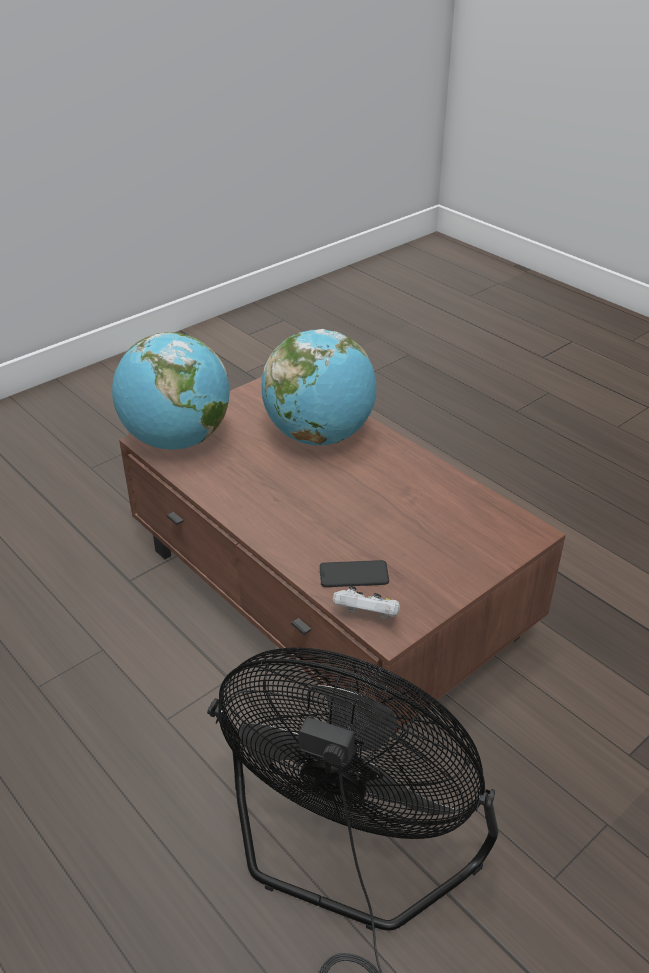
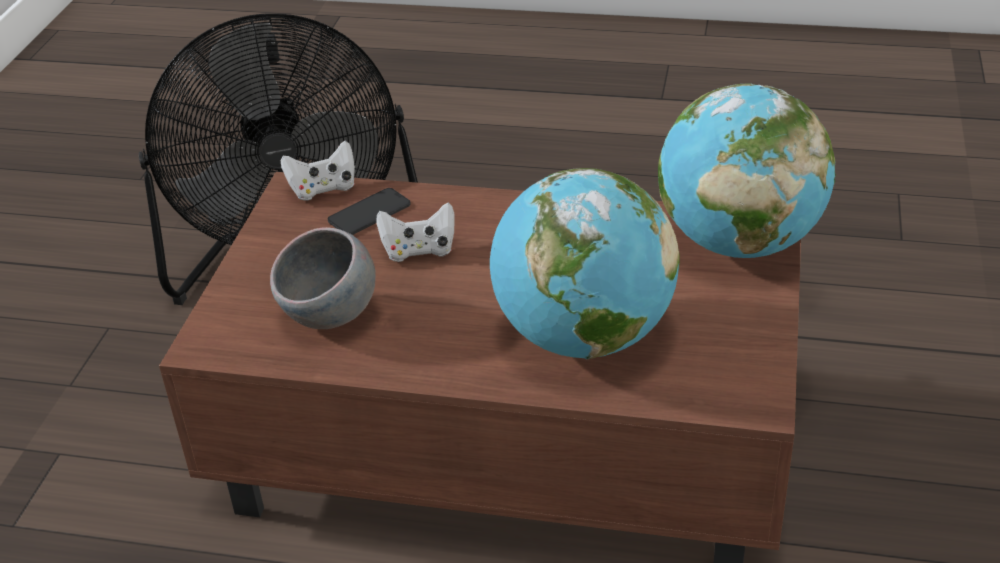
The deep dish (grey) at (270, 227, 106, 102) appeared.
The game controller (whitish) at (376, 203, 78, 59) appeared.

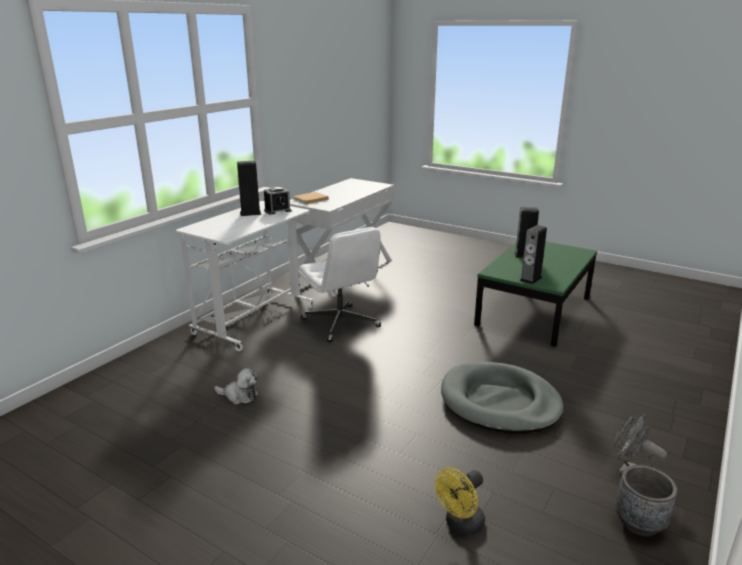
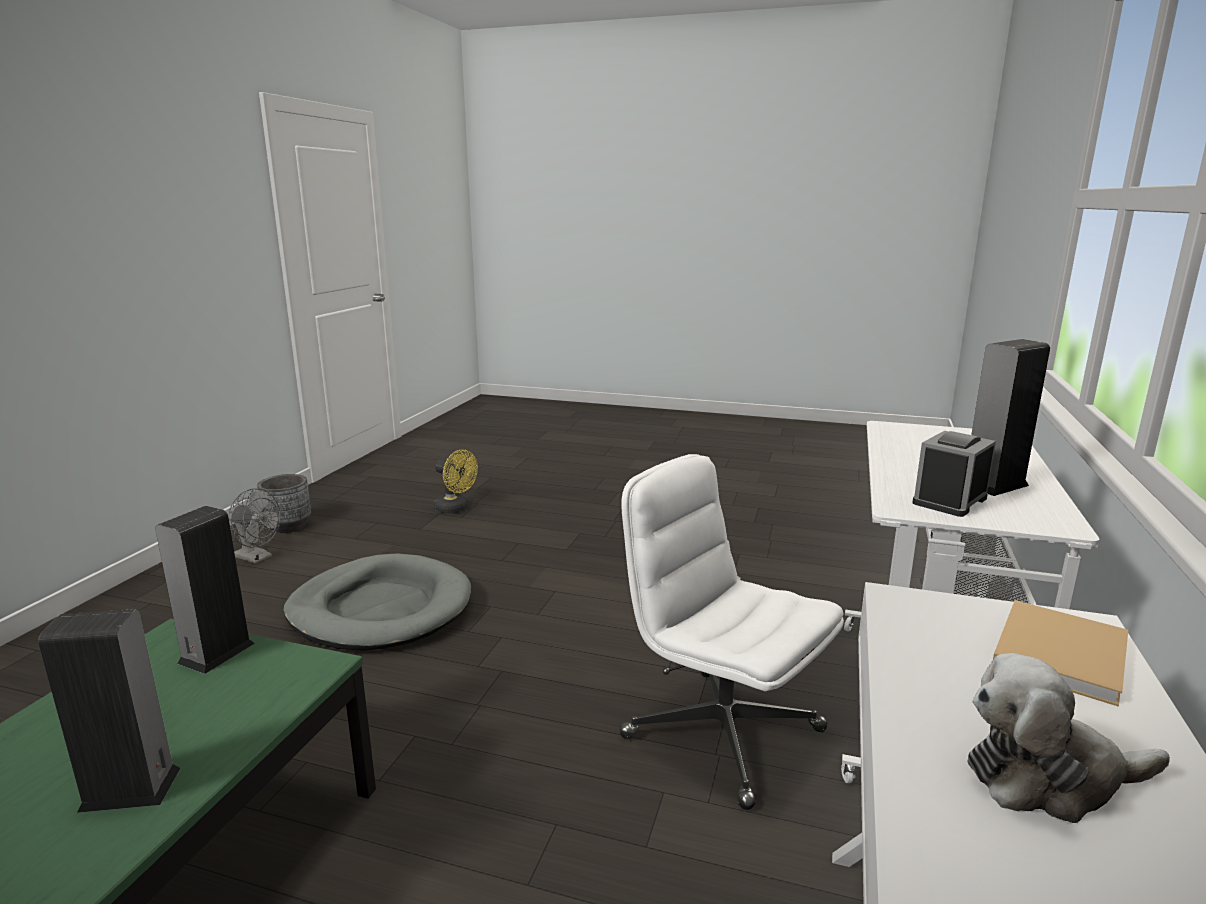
The plush toy moved from (214, 368, 44, 37) to (967, 653, 203, 170).
The fan (yellow-coloured) at (435, 468, 50, 67) turned 90 degrees clockwise.

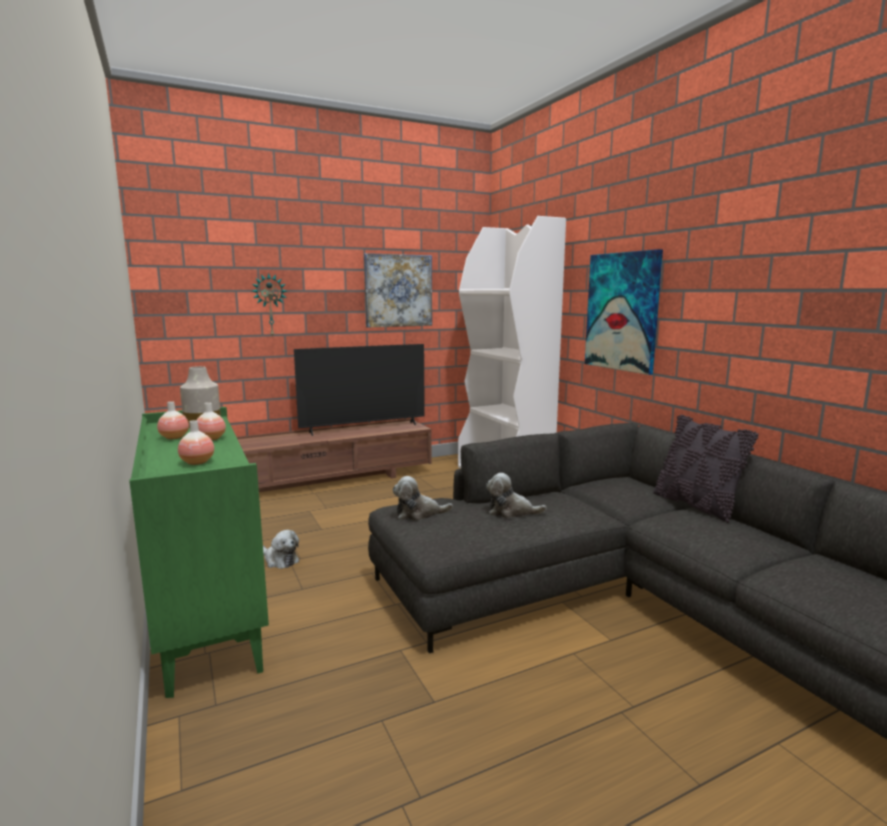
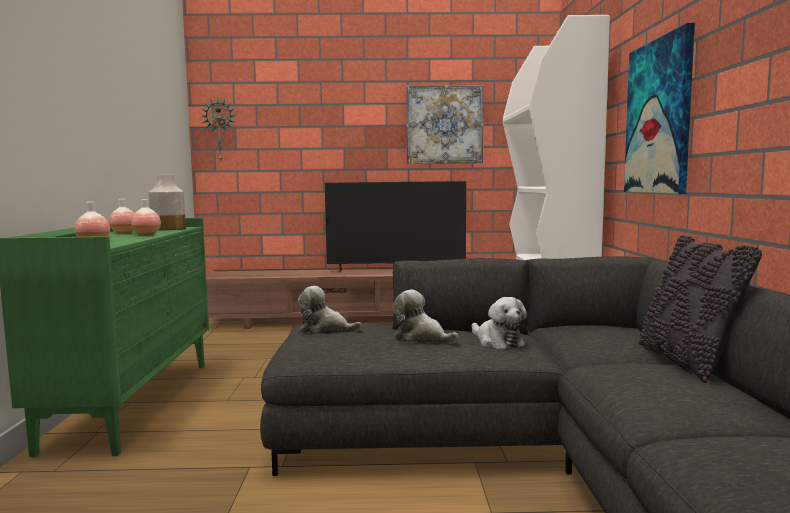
The wall clock moved from (252, 273, 35, 65) to (202, 99, 34, 61).
The plush toy moved from (263, 530, 36, 39) to (471, 297, 56, 52).

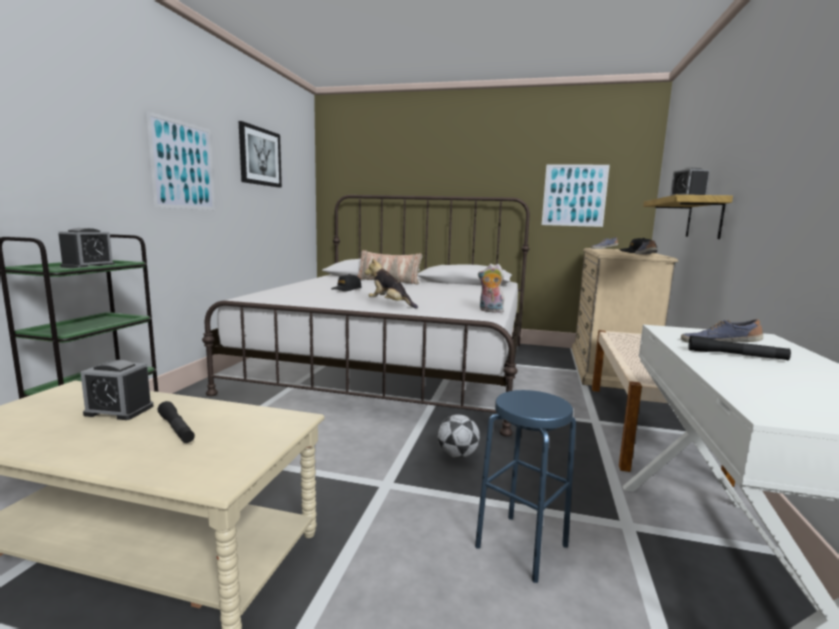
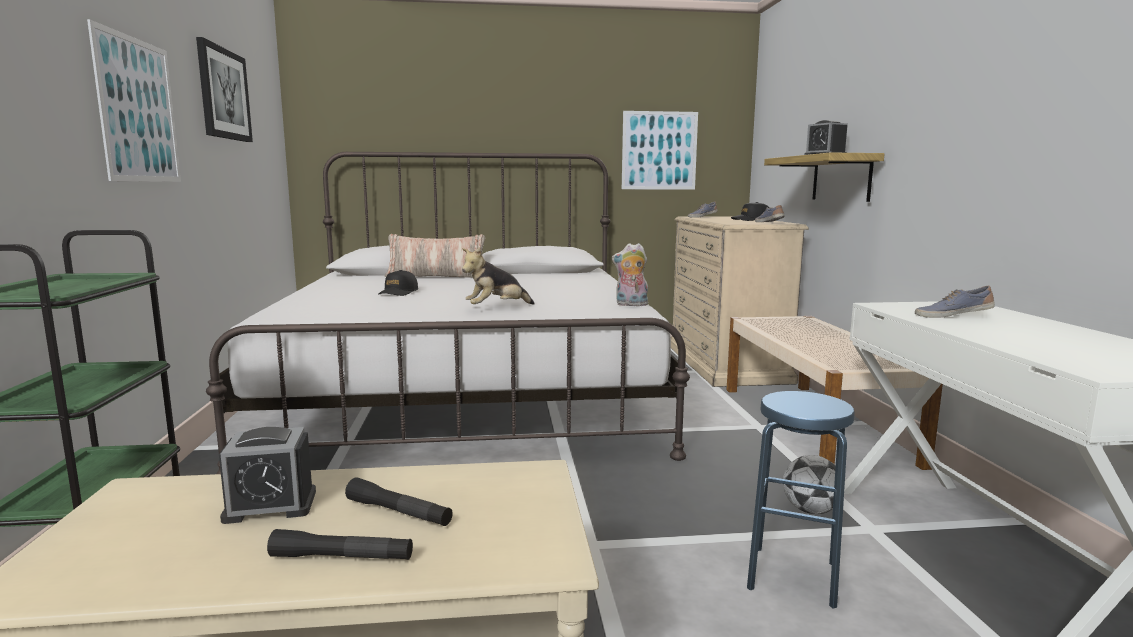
The alarm clock at (59, 228, 56, 40) disappeared.
The plush toy at (365, 258, 53, 51) turned 45 degrees counterclockwise.
The football moved from (437, 414, 43, 44) to (783, 455, 53, 59).
The hand torch (blackish) moved from (688, 335, 103, 25) to (267, 529, 146, 31).

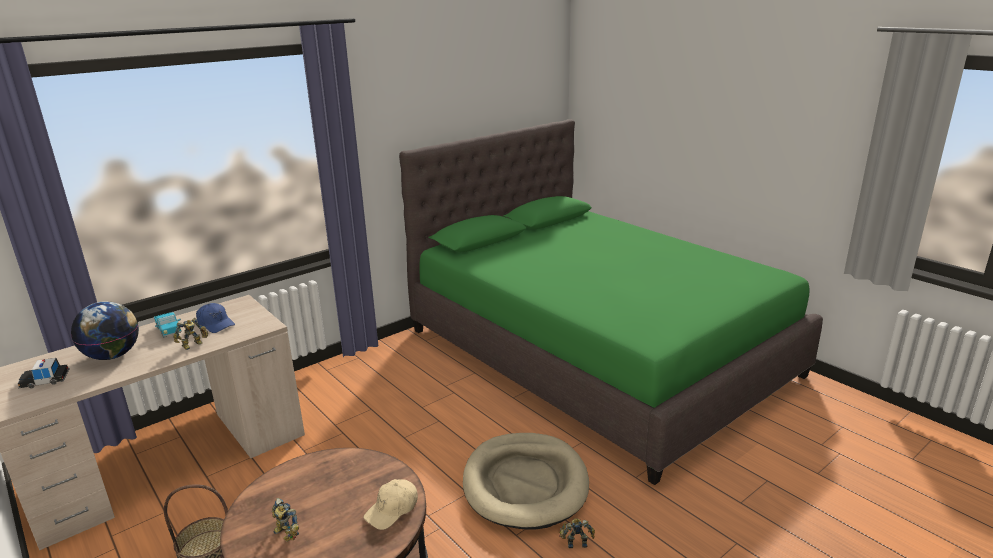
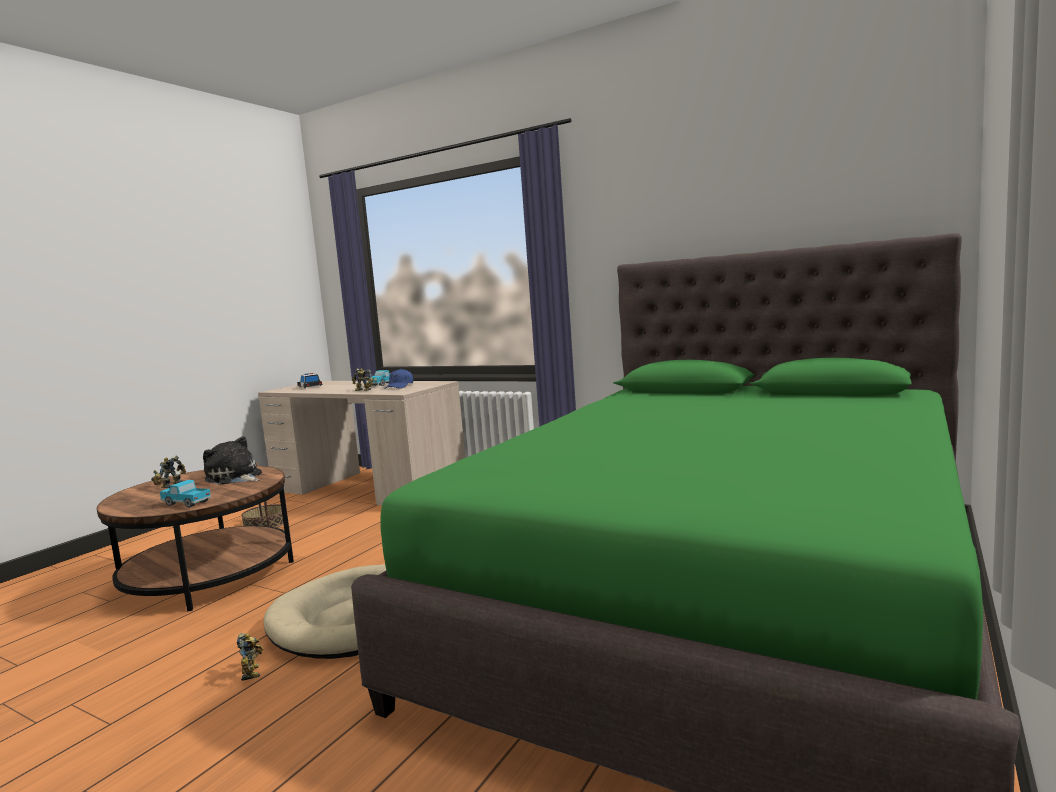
The world globe at (71, 301, 68, 59) disappeared.
The peaked cap (sand-coloured) at (364, 479, 54, 51) was replaced by the model truck at (160, 480, 51, 28).
The plush toy at (203, 436, 59, 48) appeared.

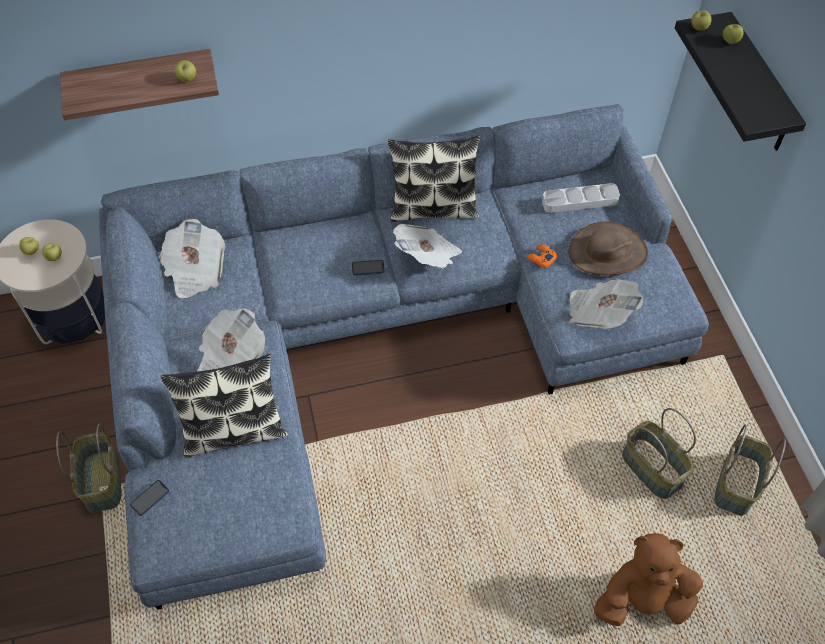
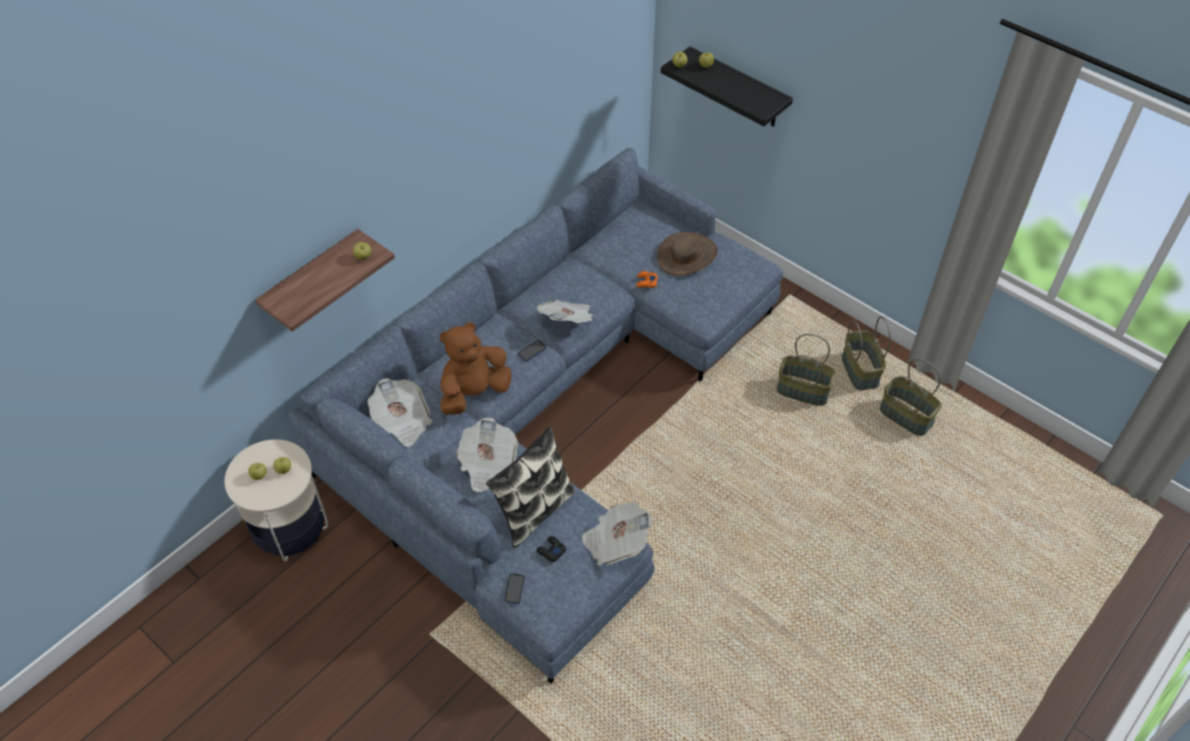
The basket moved from (56, 424, 65, 89) to (880, 359, 62, 77).
The pillow at (388, 135, 92, 87) disappeared.
The serving tray (grey) at (542, 183, 78, 30) disappeared.
The printed paper moved from (569, 278, 74, 51) to (581, 502, 72, 64).
The plush toy (brownish) moved from (594, 533, 109, 93) to (440, 322, 71, 93).
The game controller (blackish) at (537, 536, 29, 26) appeared.

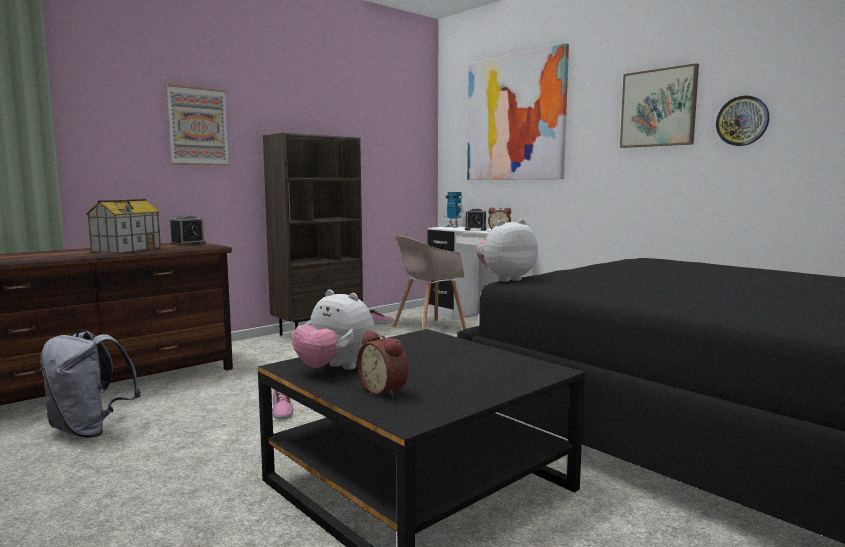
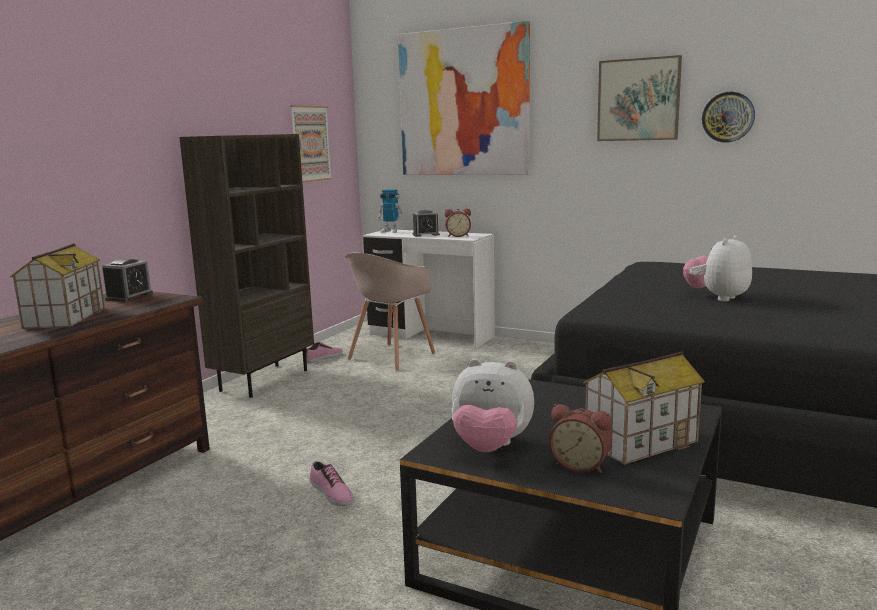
The backpack (grey) at (40, 330, 101, 108) disappeared.
The wall art moved from (166, 84, 63, 82) to (290, 105, 42, 78).
The plush toy moved from (476, 219, 62, 63) to (683, 235, 69, 67).
The model house at (583, 351, 122, 114) appeared.

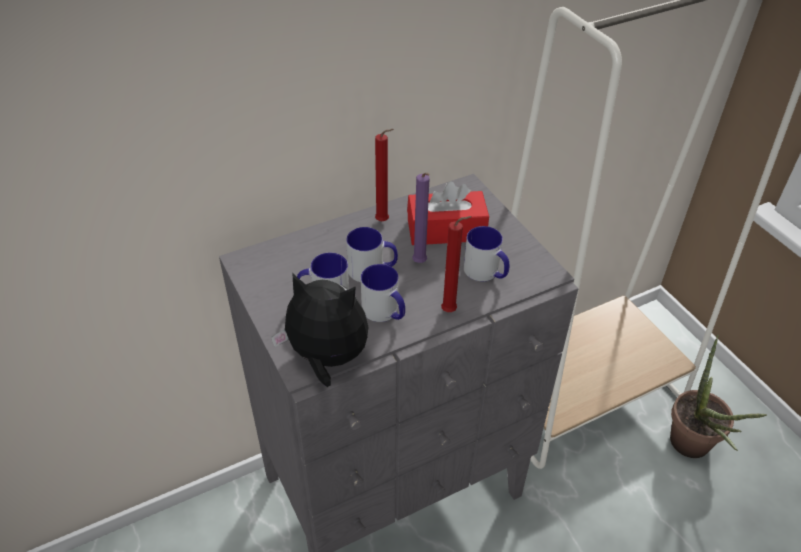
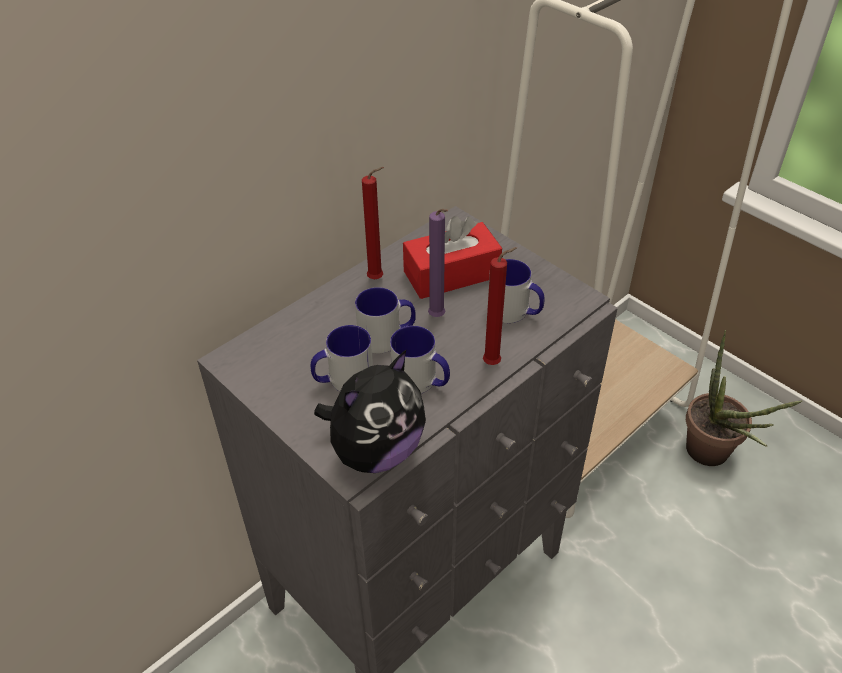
The plush toy at (271, 272, 97, 115) turned 135 degrees clockwise.

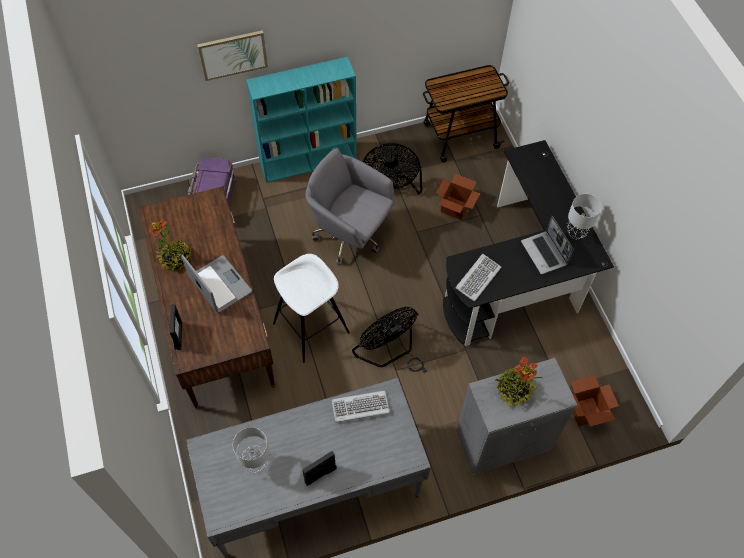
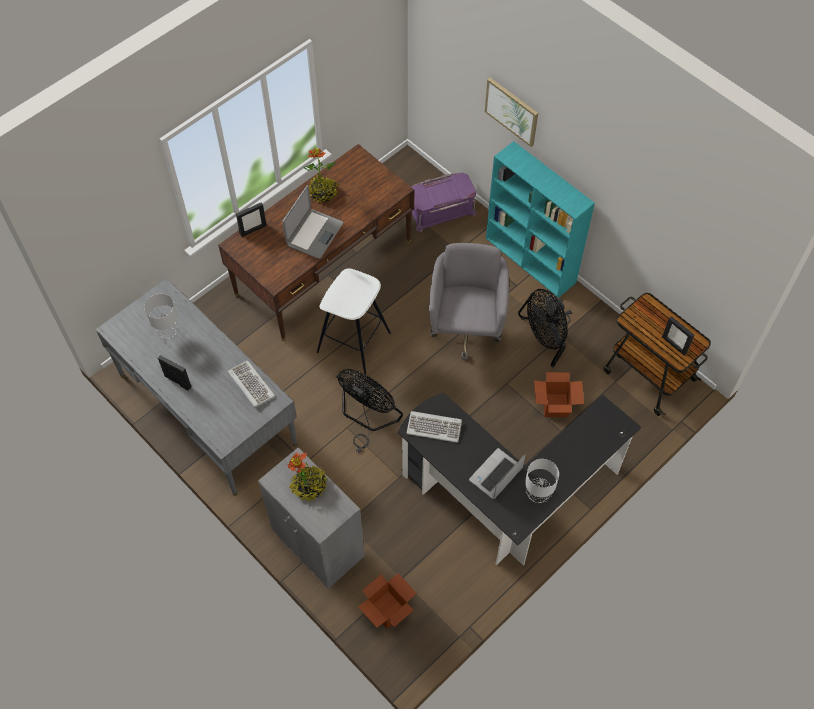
The photo frame at (662, 316, 32, 40) appeared.

